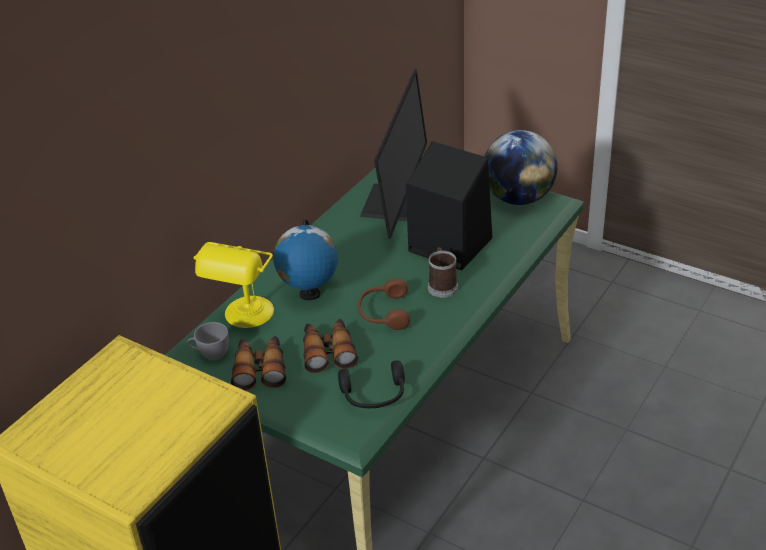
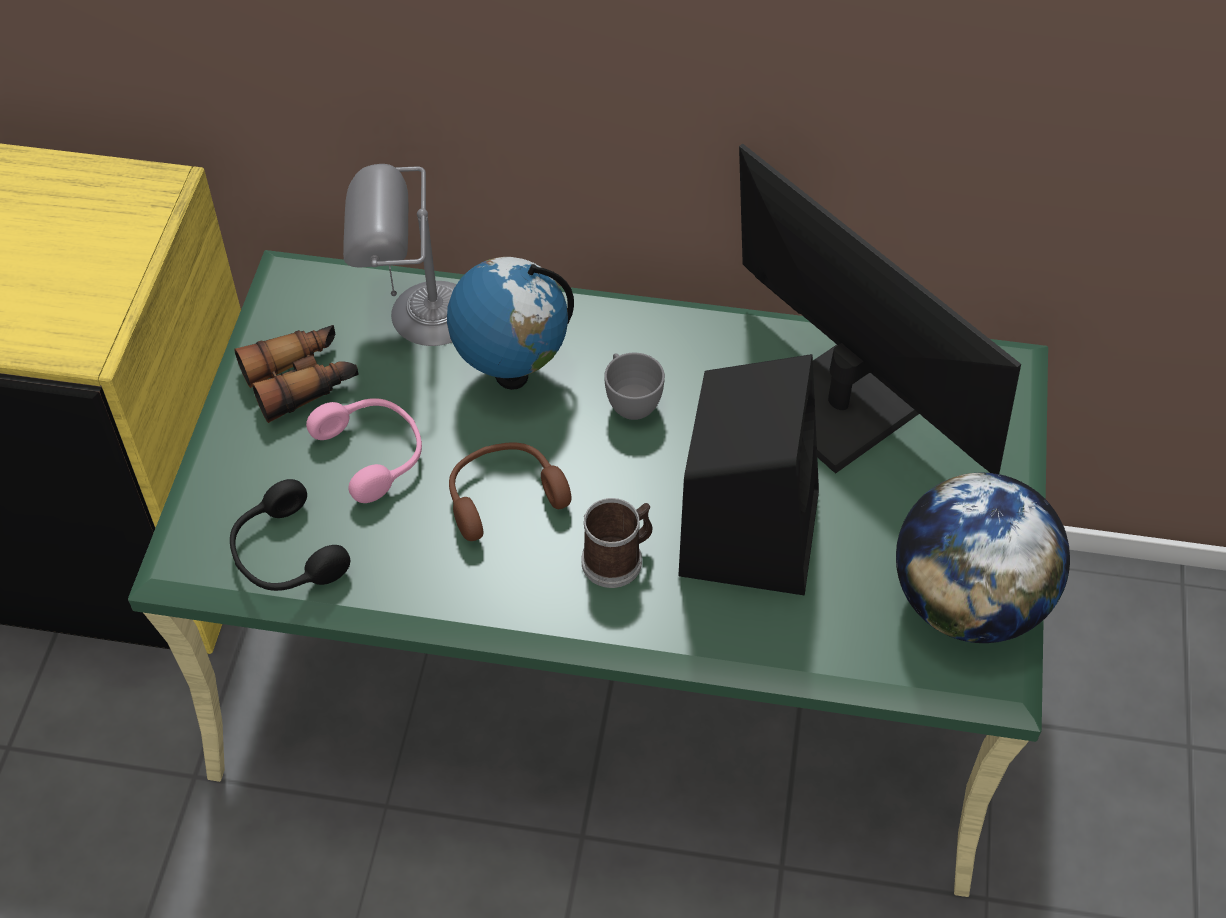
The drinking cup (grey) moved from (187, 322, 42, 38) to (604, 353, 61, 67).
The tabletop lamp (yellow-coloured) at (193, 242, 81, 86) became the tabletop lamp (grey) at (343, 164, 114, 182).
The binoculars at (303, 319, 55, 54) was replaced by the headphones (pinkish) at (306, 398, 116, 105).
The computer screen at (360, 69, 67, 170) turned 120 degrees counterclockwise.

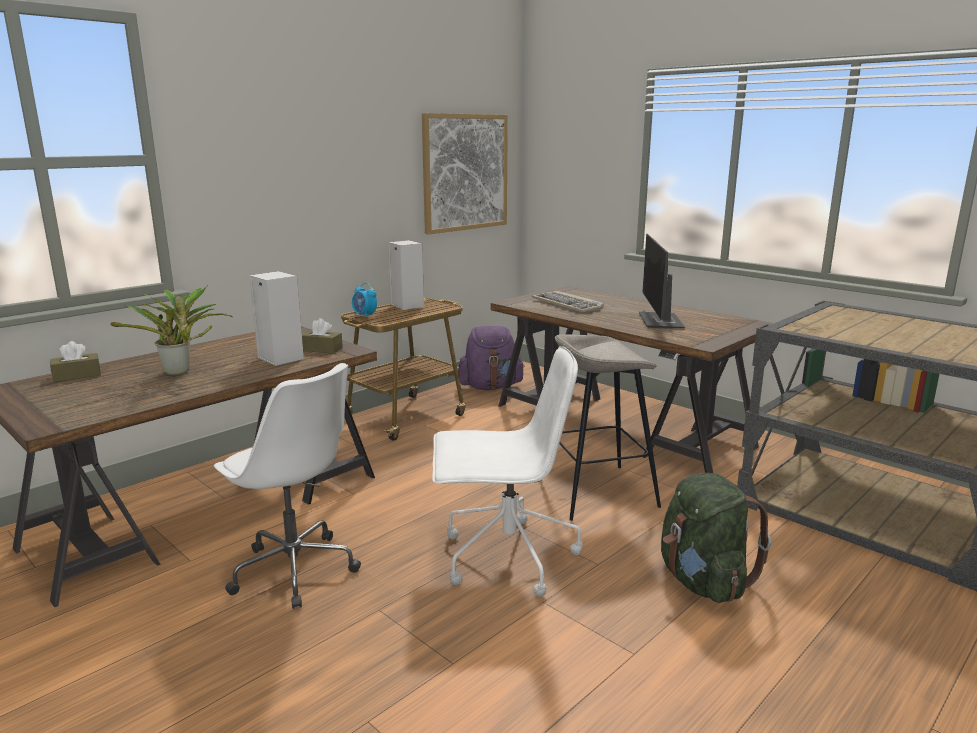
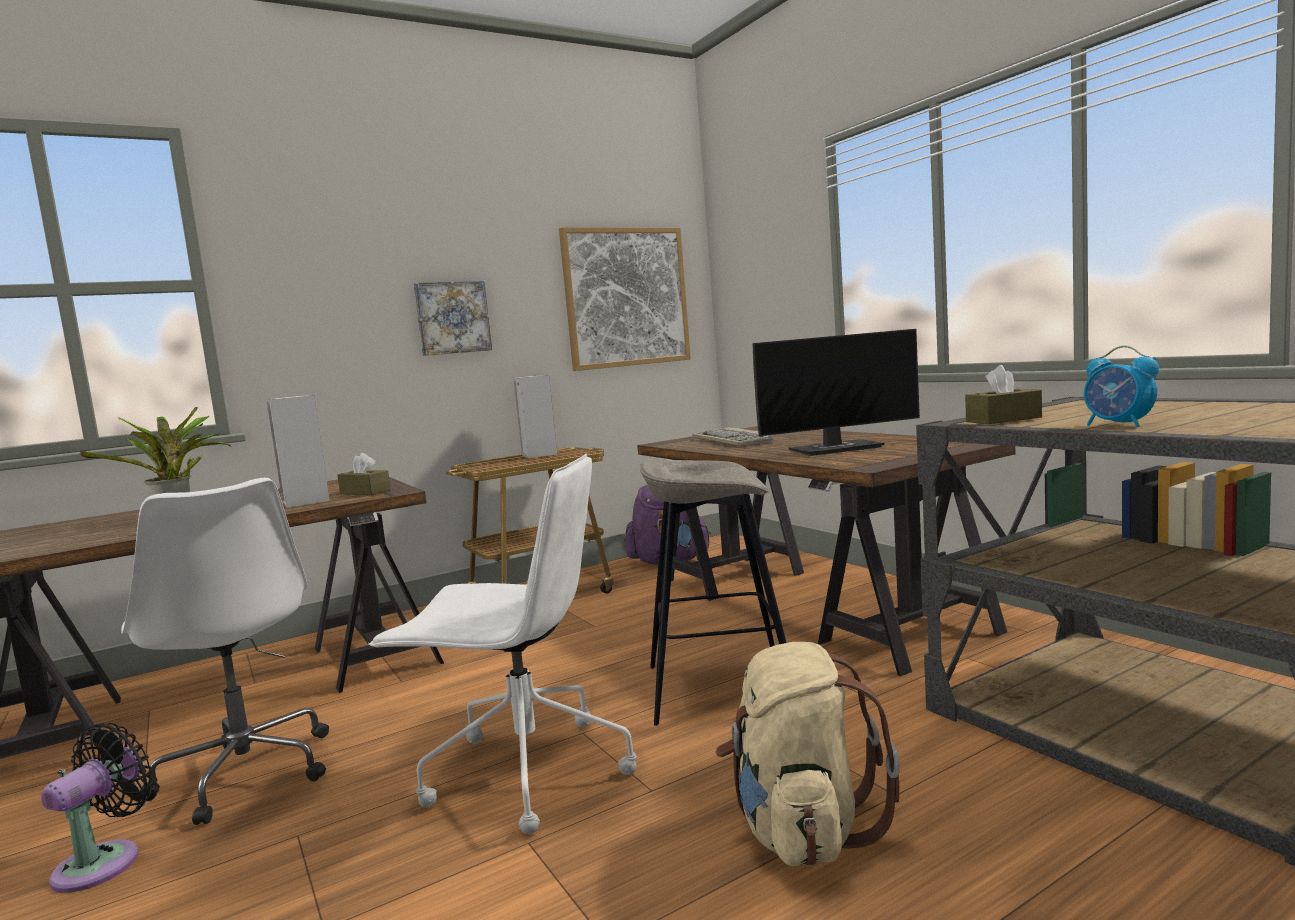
The tissue box (brownish) moved from (50, 341, 51, 41) to (965, 365, 77, 59).
The alarm clock moved from (352, 283, 25, 35) to (1084, 346, 75, 81).
The computer screen at (639, 234, 46, 95) turned 120 degrees counterclockwise.
The backpack (green-coloured) at (661, 473, 110, 130) became the backpack (sand-coloured) at (716, 642, 184, 224).
The fan (blackish) at (41, 723, 112, 170) appeared.
The wall art at (414, 281, 78, 75) appeared.

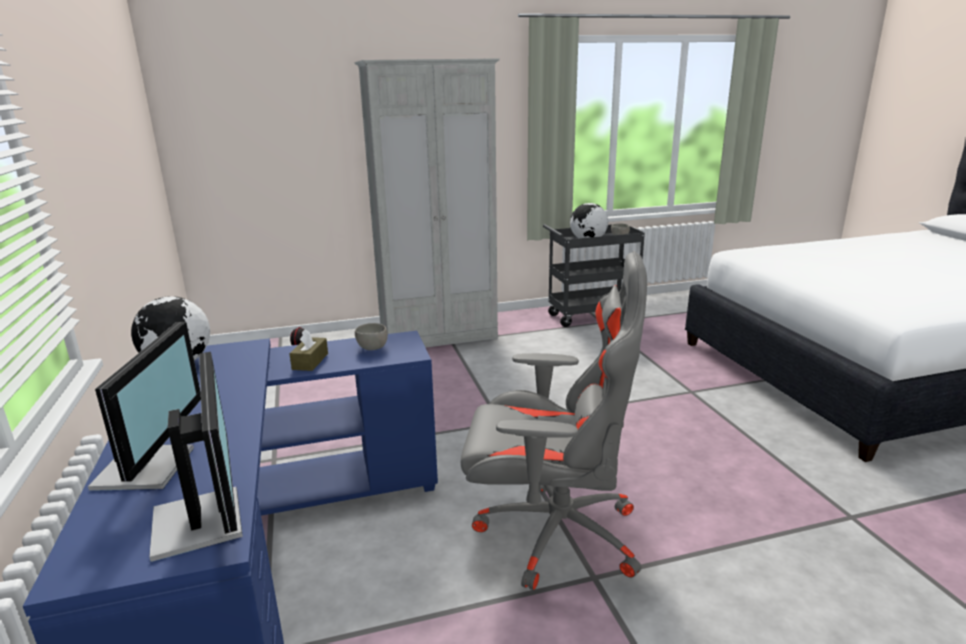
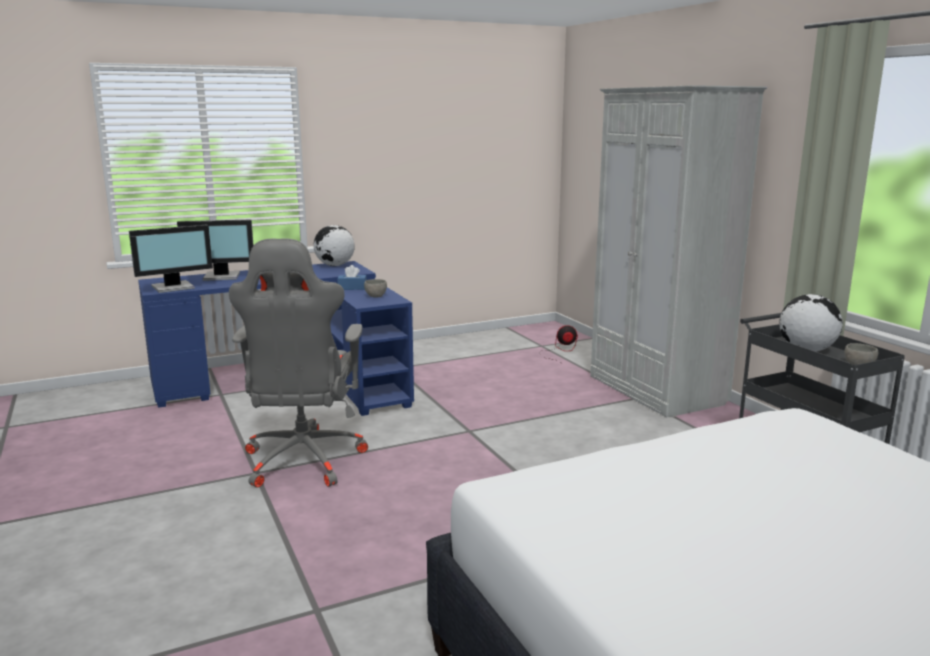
The tissue box (brownish) at (289, 329, 39, 42) became the tissue box (blue-coloured) at (337, 265, 30, 25).

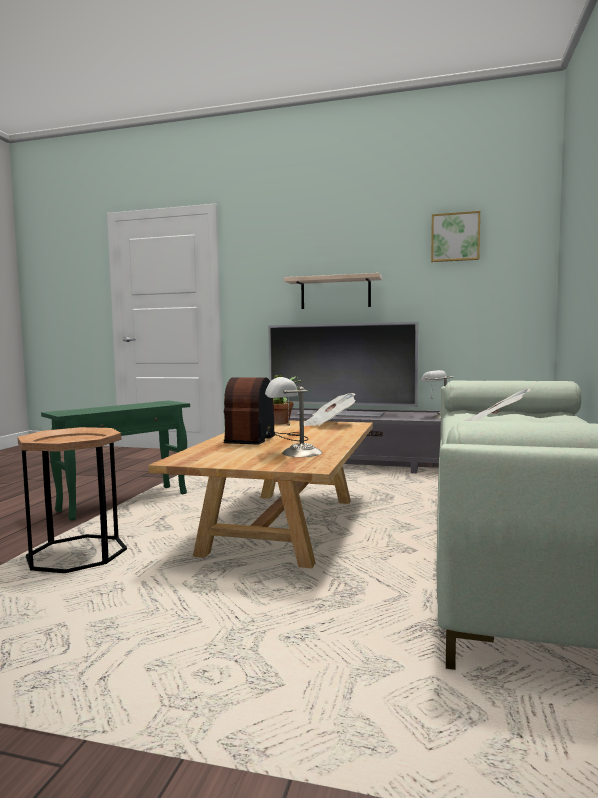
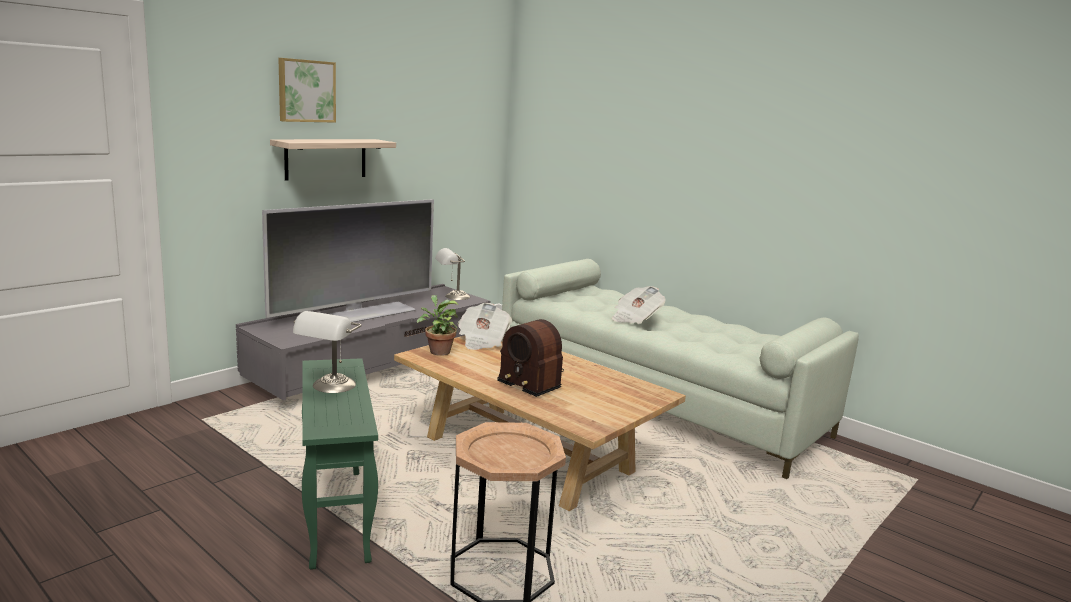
The tabletop lamp (whitish) moved from (265, 377, 57, 80) to (293, 311, 69, 82).
The wall art moved from (431, 211, 49, 51) to (278, 58, 58, 65).

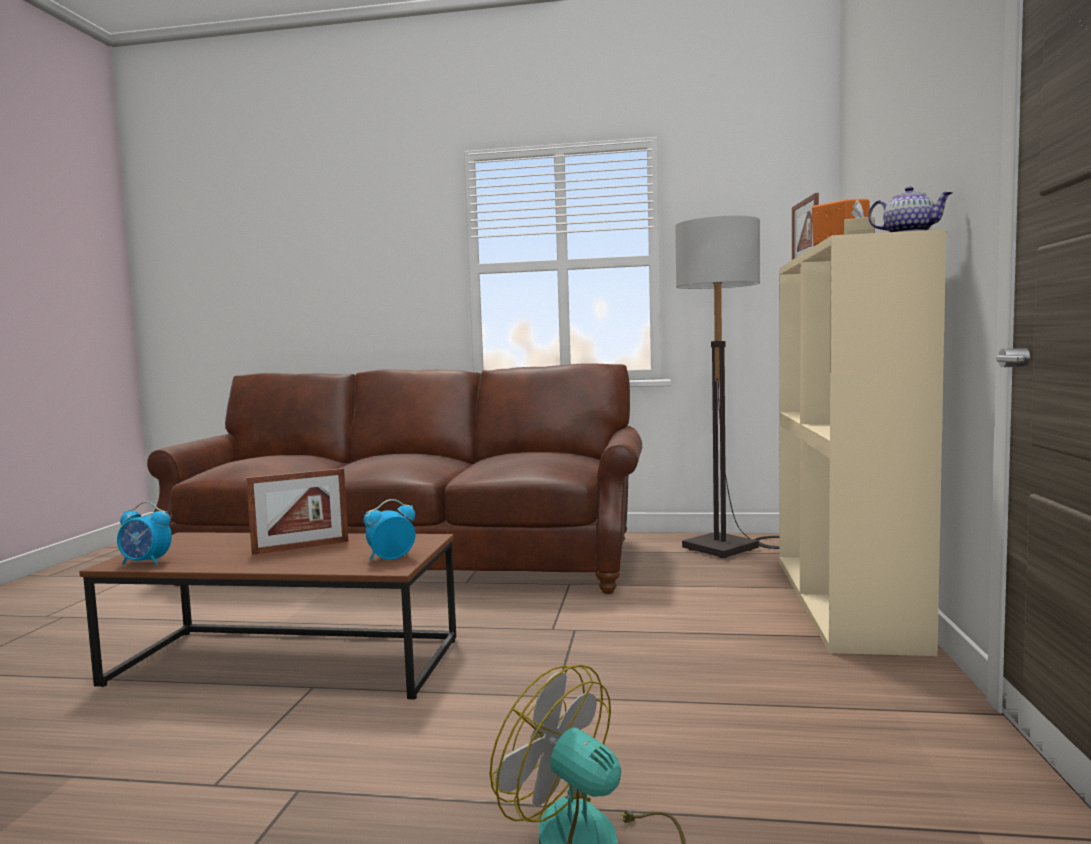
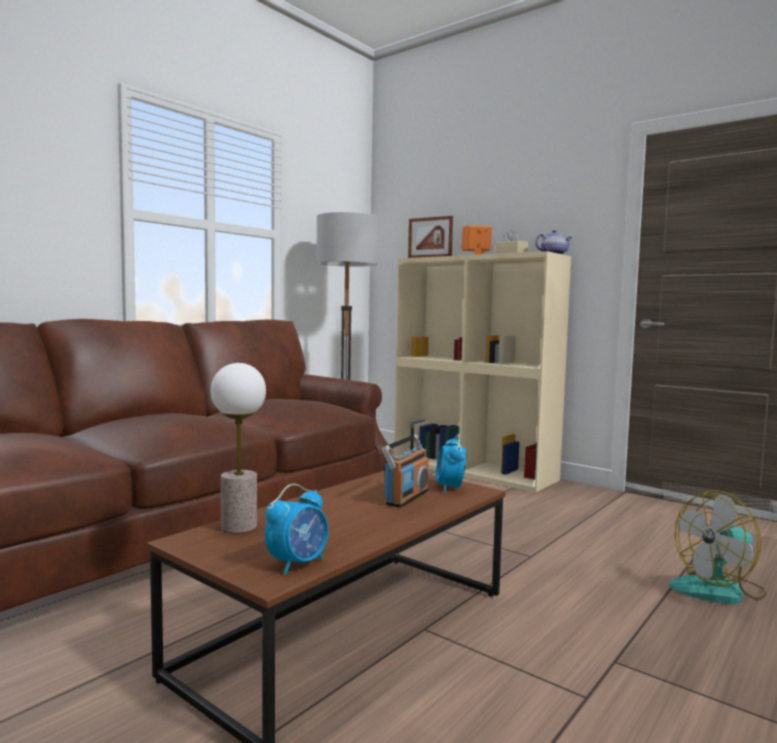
The photo frame at (246, 468, 102, 87) disappeared.
The tabletop lamp at (211, 363, 55, 170) appeared.
The radio receiver at (382, 434, 46, 74) appeared.

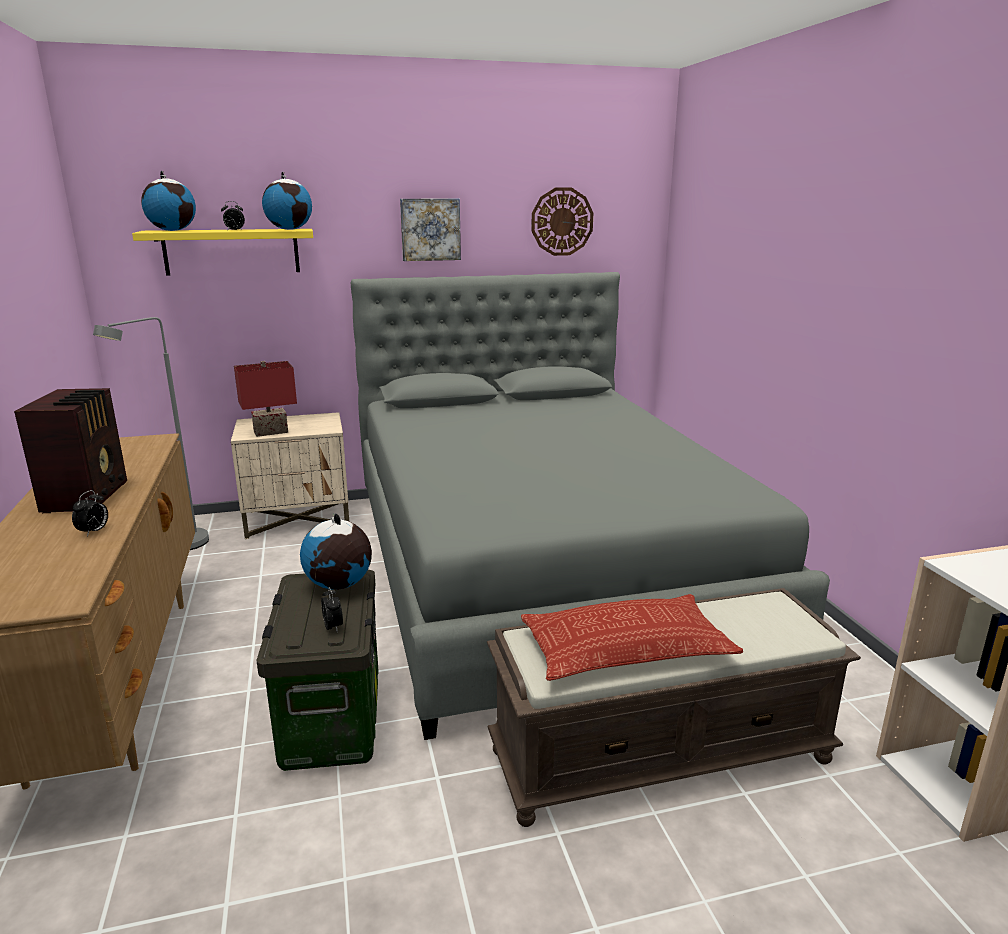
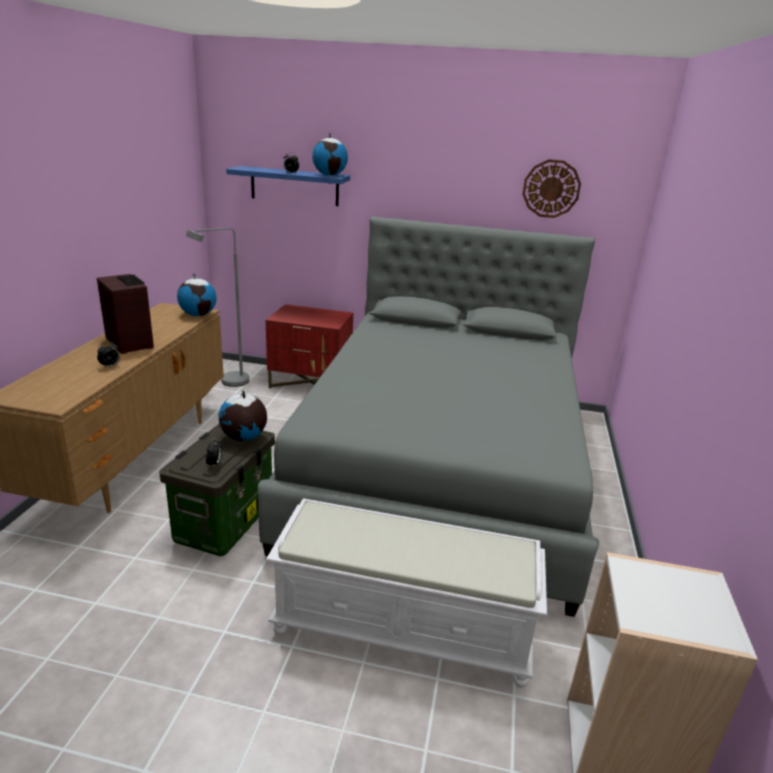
The radio receiver at (14, 388, 113, 125) turned 60 degrees counterclockwise.
The wall shelf (yellow-coloured) at (132, 229, 181, 47) became the wall shelf (blue-coloured) at (226, 166, 124, 40).
The world globe moved from (141, 171, 55, 60) to (177, 273, 40, 43).
The night table (sand-coloured) at (231, 412, 118, 127) became the night table (reddish) at (266, 304, 87, 84).
The tabletop lamp (reddish) at (234, 361, 63, 76) disappeared.
The wall art at (400, 199, 61, 62) disappeared.
The indoor bench (brownish) at (487, 588, 374, 239) became the indoor bench (whitish) at (266, 498, 281, 189).
The pillow at (521, 594, 222, 87) disappeared.

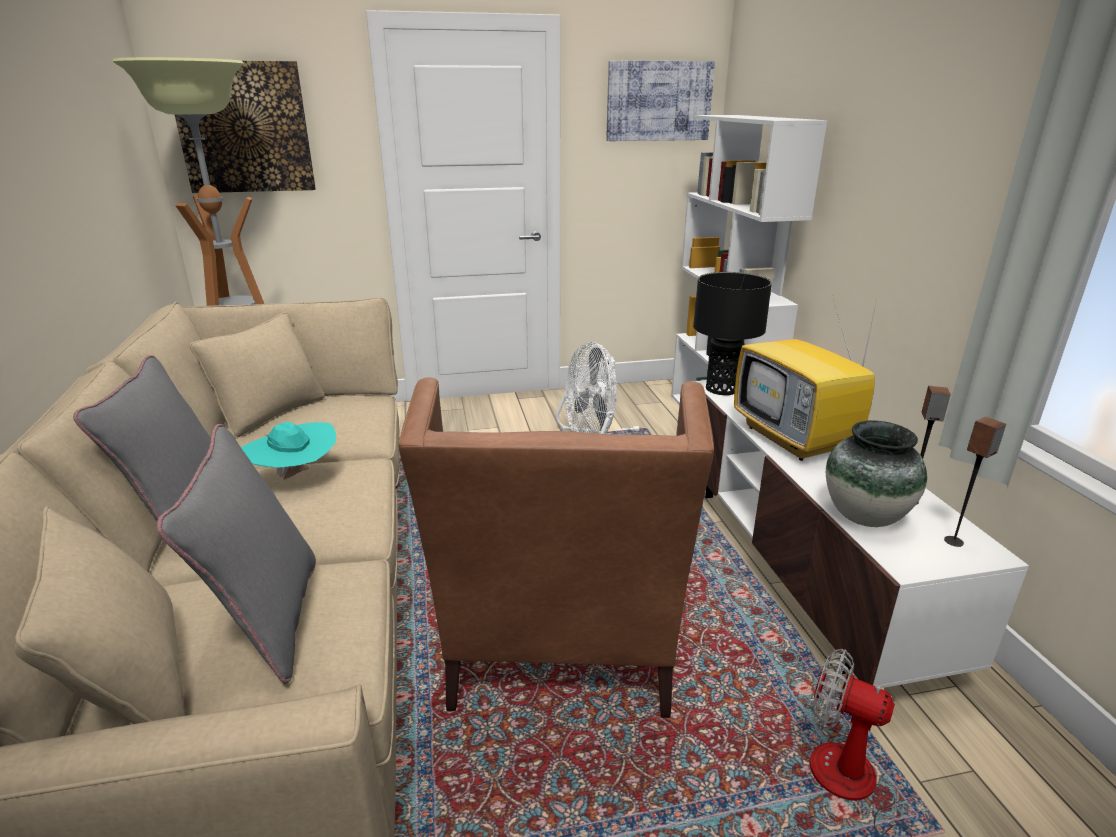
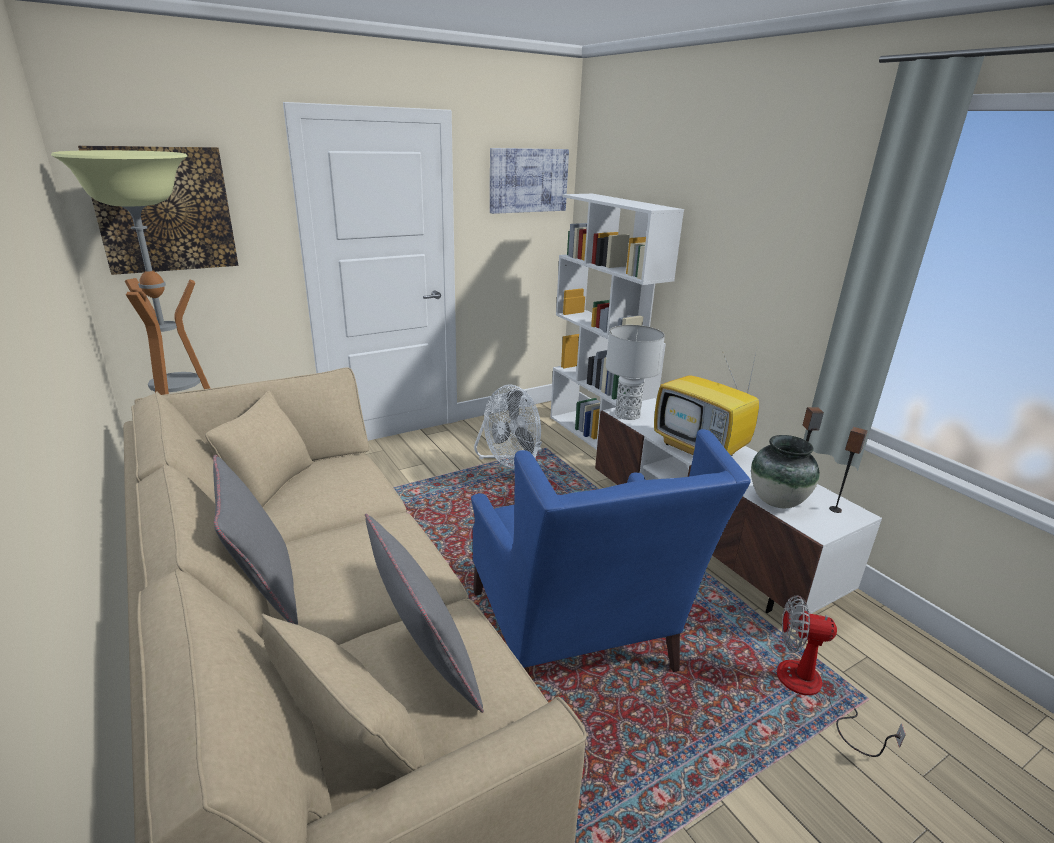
The clothing hat (turquoise-coloured) at (241, 422, 95, 58) disappeared.
The armchair (brownish) at (398, 377, 316, 341) became the armchair (blue-coloured) at (471, 429, 280, 245).
The tabletop lamp (blackish) at (693, 272, 79, 123) became the tabletop lamp (whitish) at (606, 325, 59, 95).

